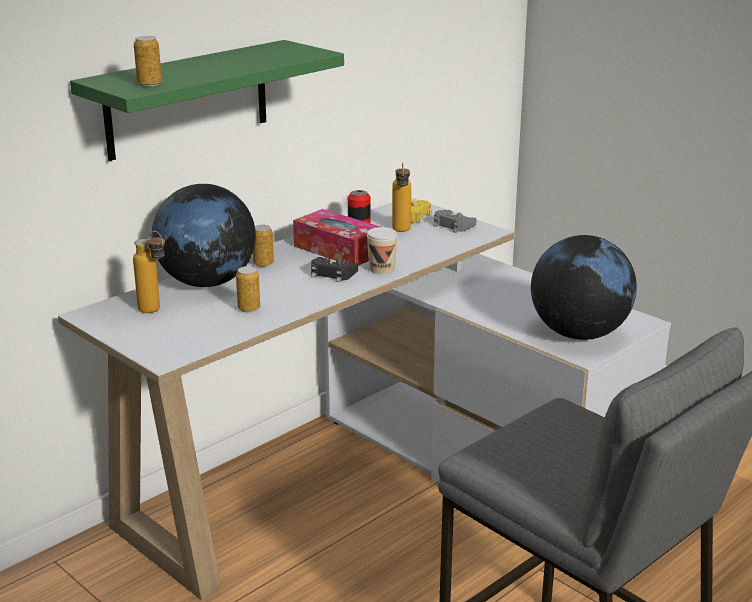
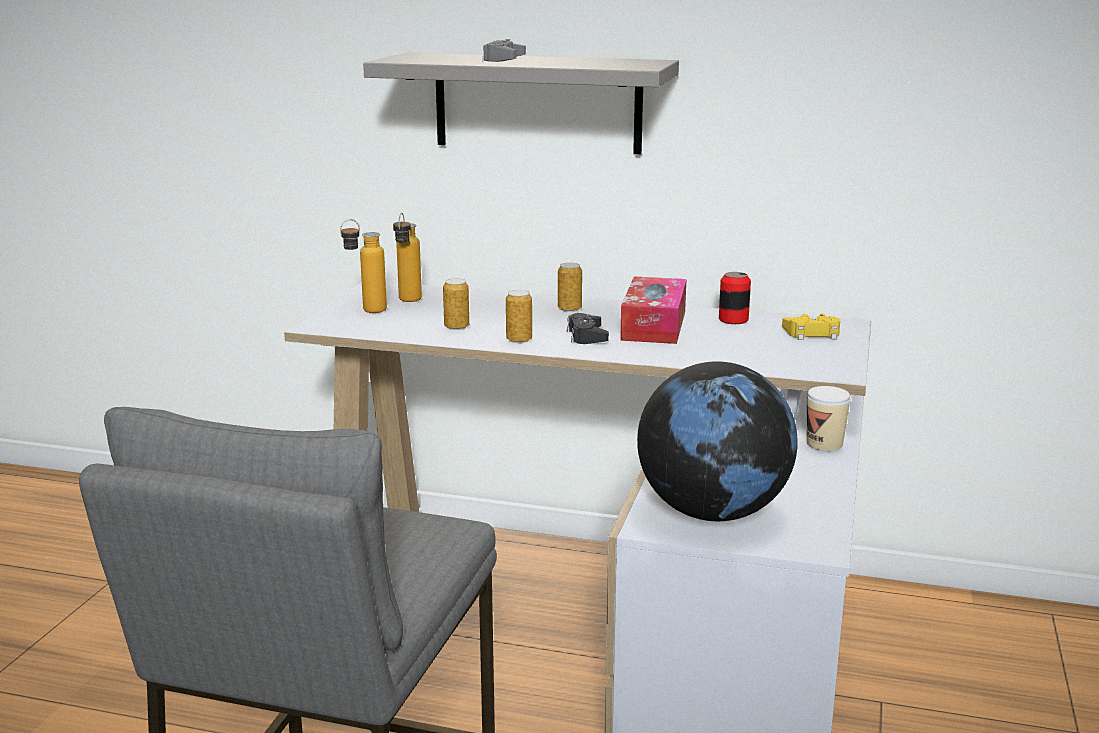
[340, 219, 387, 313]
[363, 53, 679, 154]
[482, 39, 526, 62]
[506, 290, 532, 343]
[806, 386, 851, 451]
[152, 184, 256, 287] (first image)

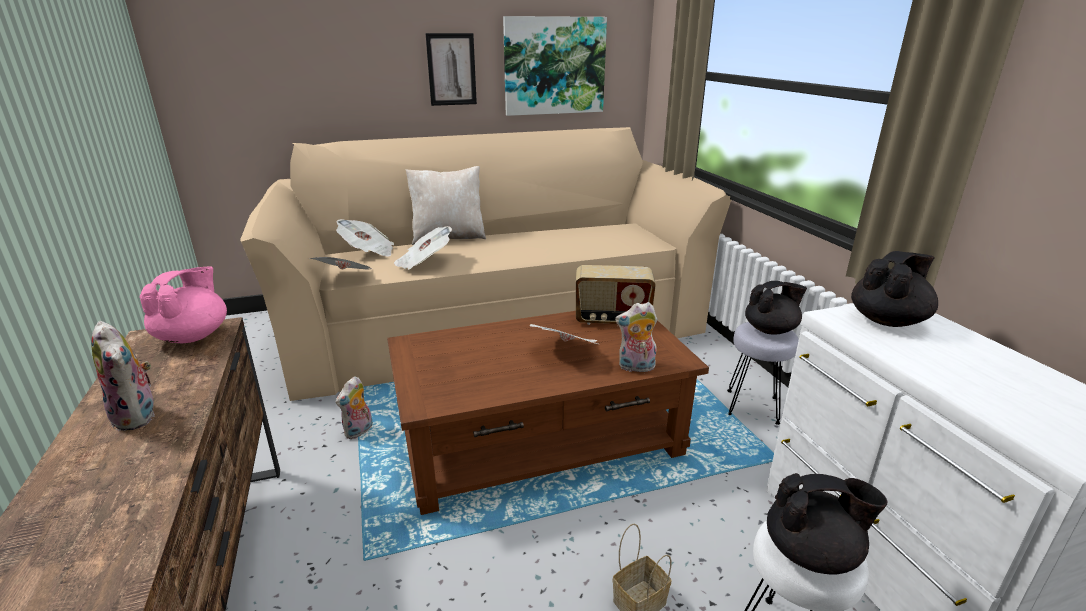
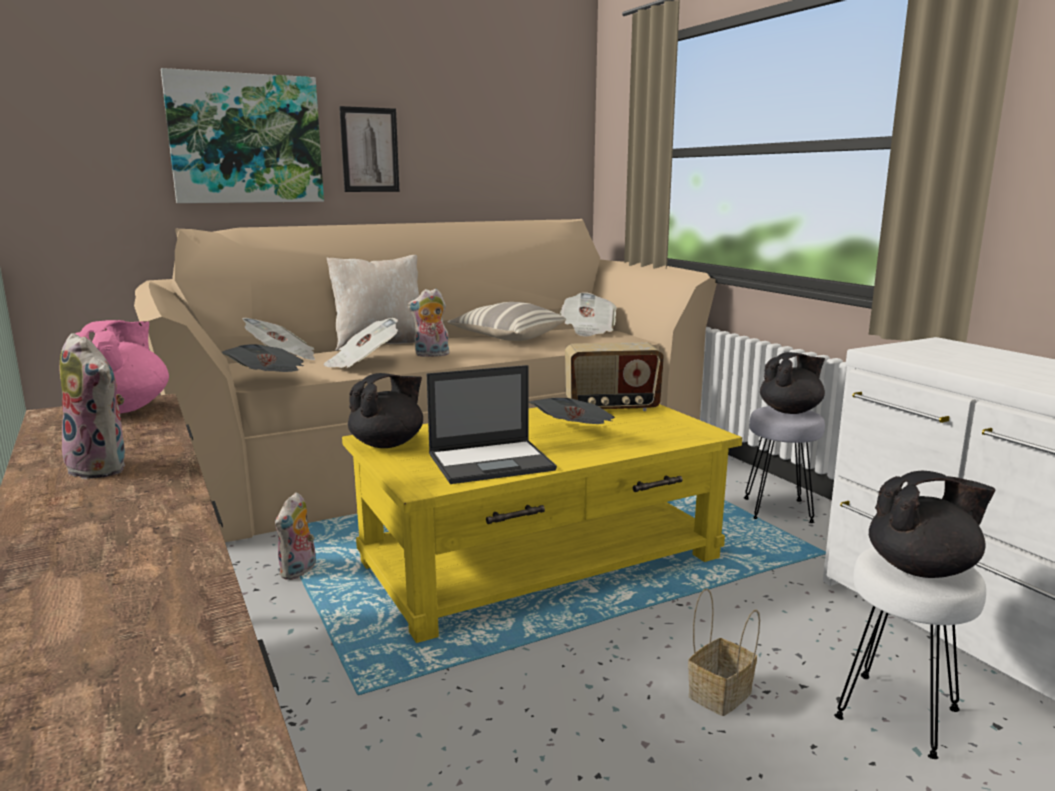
[161, 68, 324, 203]
[342, 404, 742, 643]
[348, 373, 423, 448]
[407, 289, 450, 357]
[427, 365, 557, 484]
[448, 302, 566, 341]
[560, 292, 617, 336]

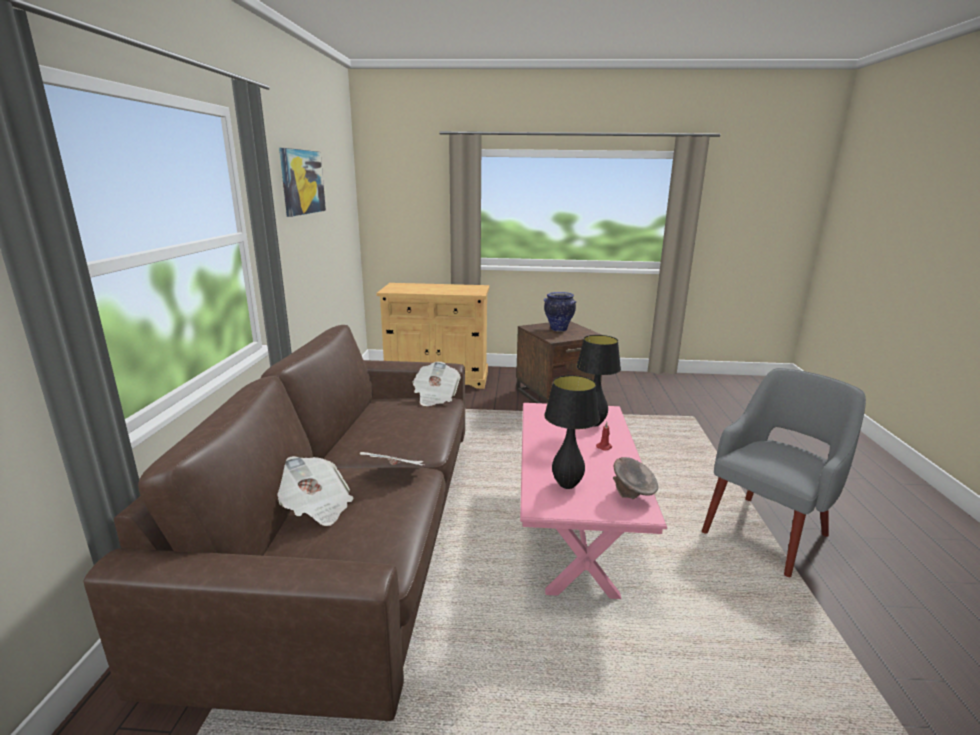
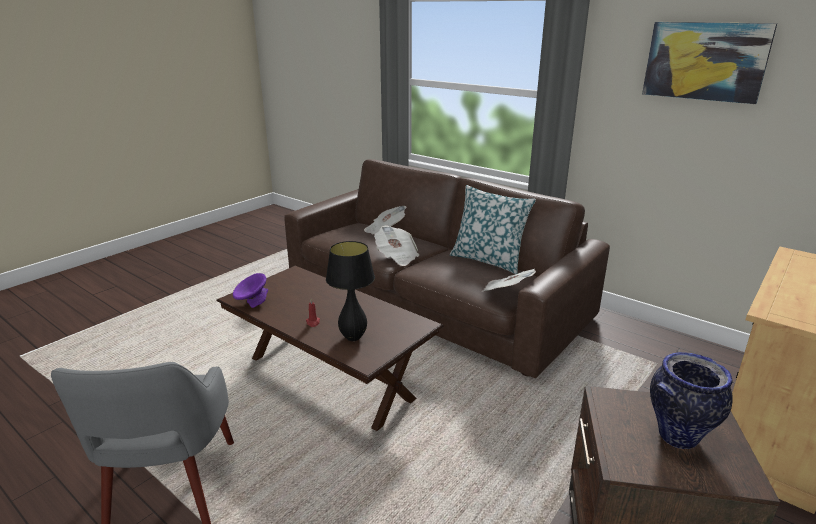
[217, 266, 443, 431]
[233, 273, 268, 308]
[450, 185, 536, 274]
[544, 375, 600, 489] (first image)

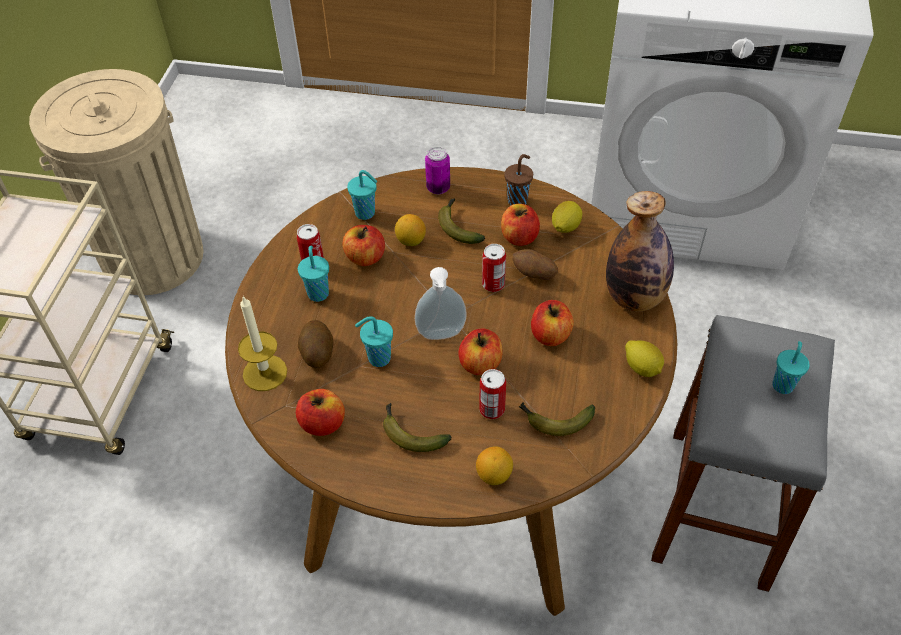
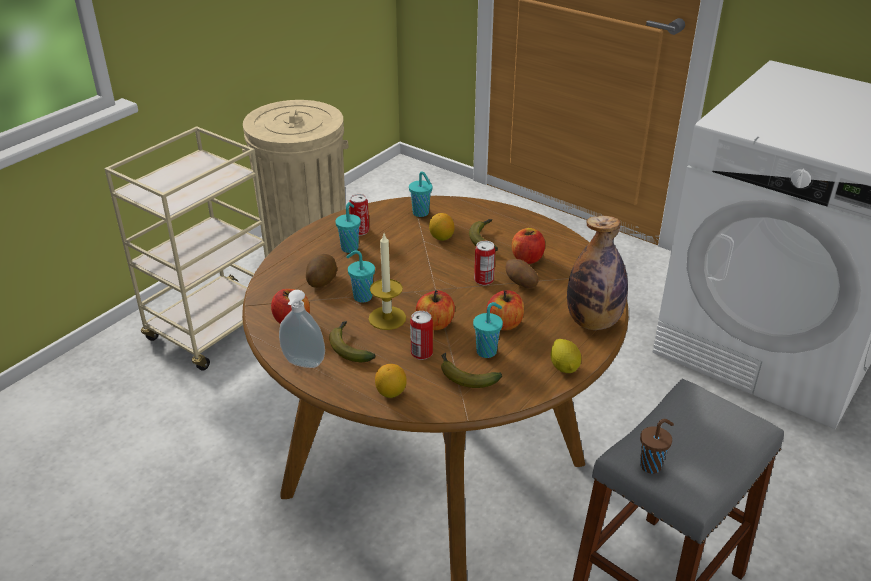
[279, 290, 325, 368]
[369, 234, 406, 330]
[473, 302, 503, 358]
[640, 419, 674, 474]
[342, 225, 385, 266] (first image)
[425, 147, 450, 194] (first image)
[552, 201, 582, 233] (first image)

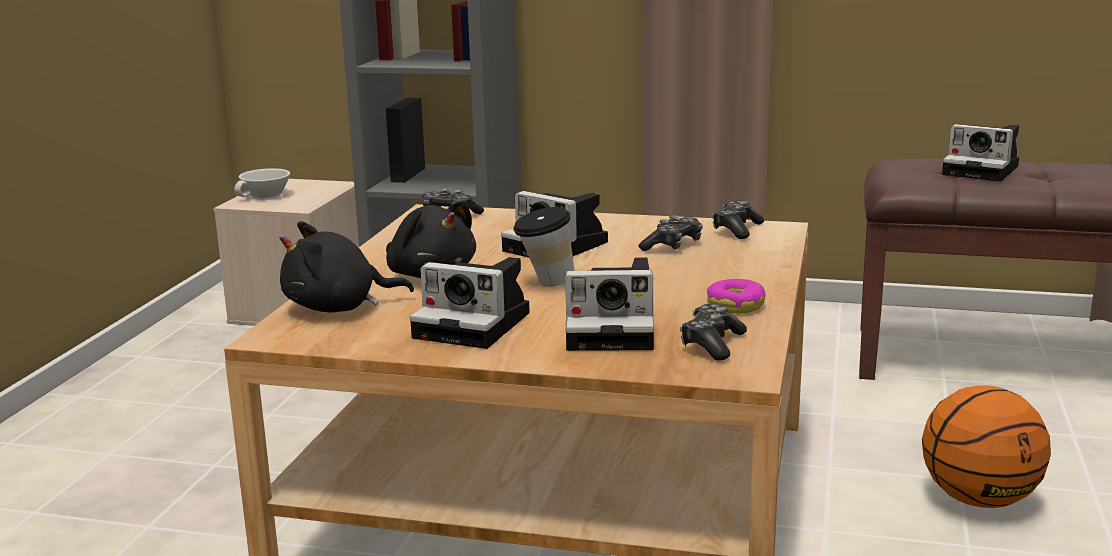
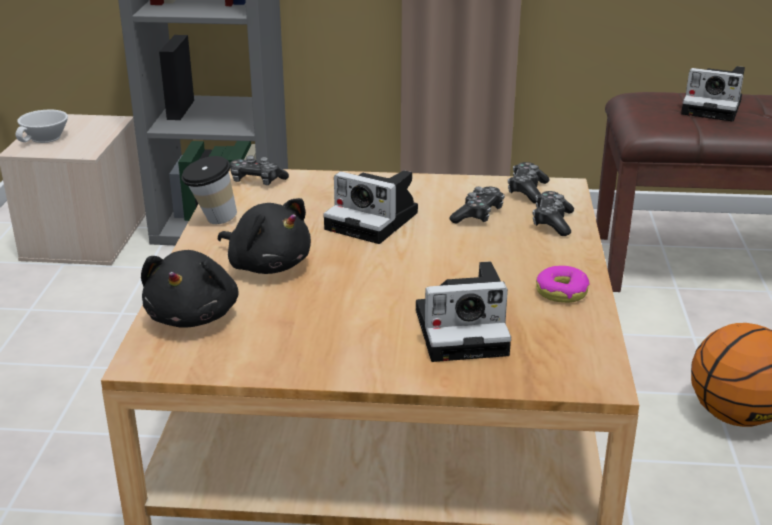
[141, 250, 239, 328]
[181, 156, 237, 224]
[533, 191, 574, 236]
[410, 257, 530, 349] (first image)

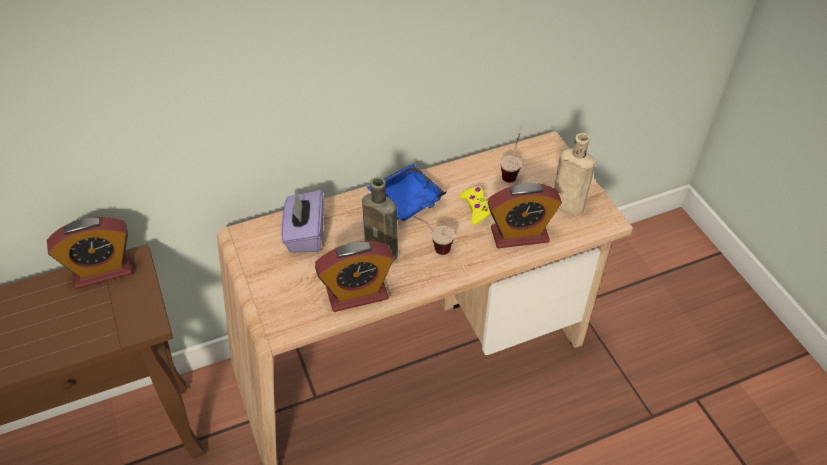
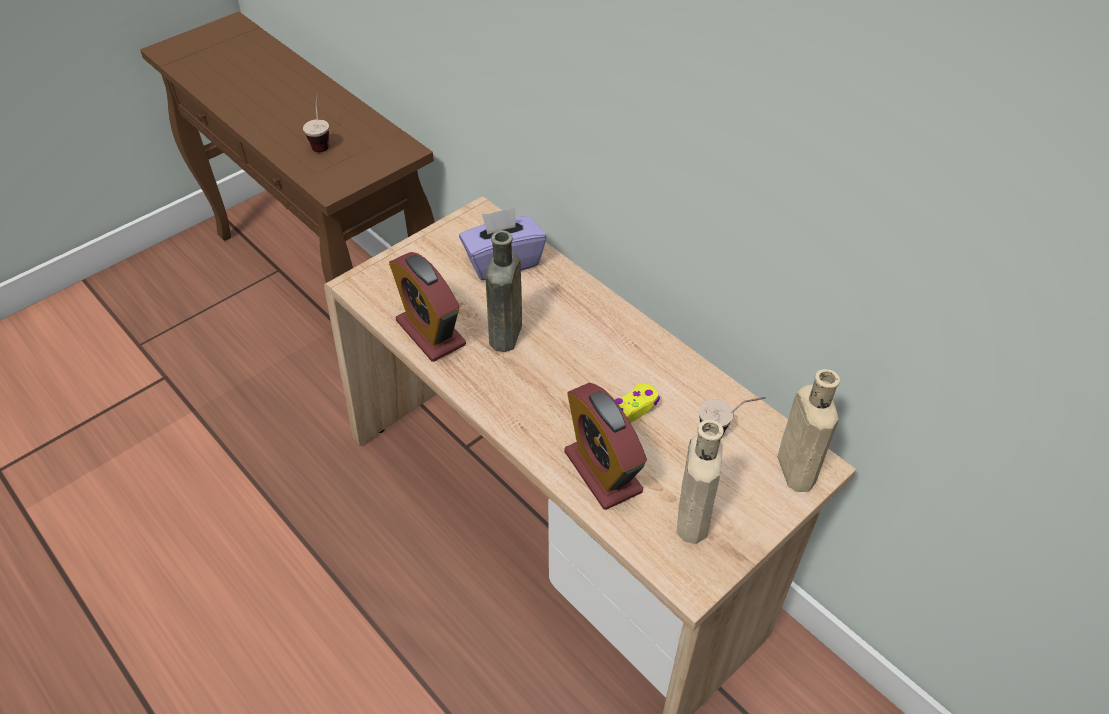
[303, 92, 329, 152]
[778, 369, 840, 492]
[47, 217, 133, 290] (first image)
[367, 164, 446, 222] (first image)

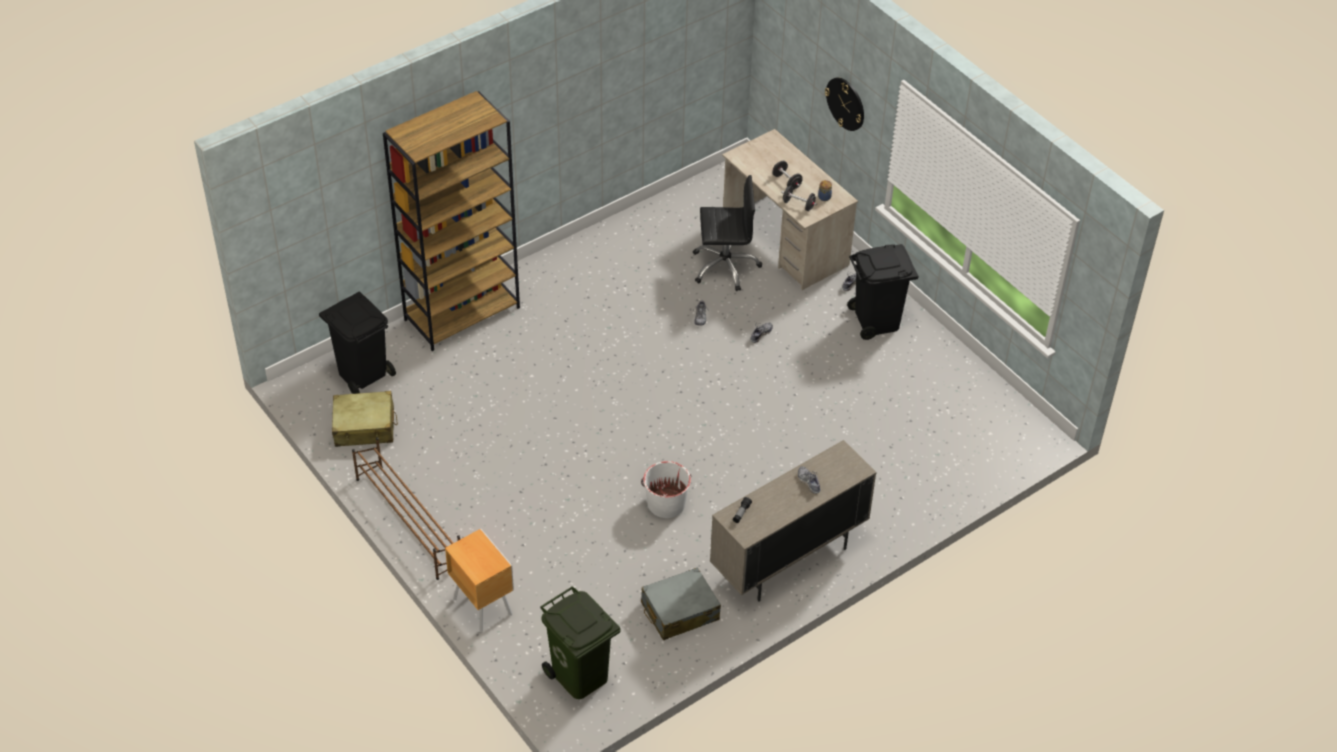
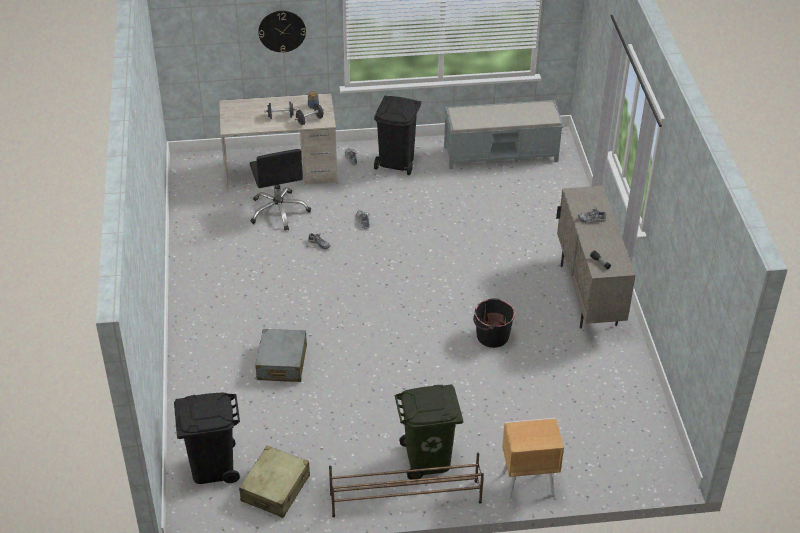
[249, 149, 311, 231]
[255, 329, 307, 382]
[394, 384, 464, 480]
[444, 100, 563, 169]
[473, 298, 515, 348]
[383, 91, 520, 351] (first image)

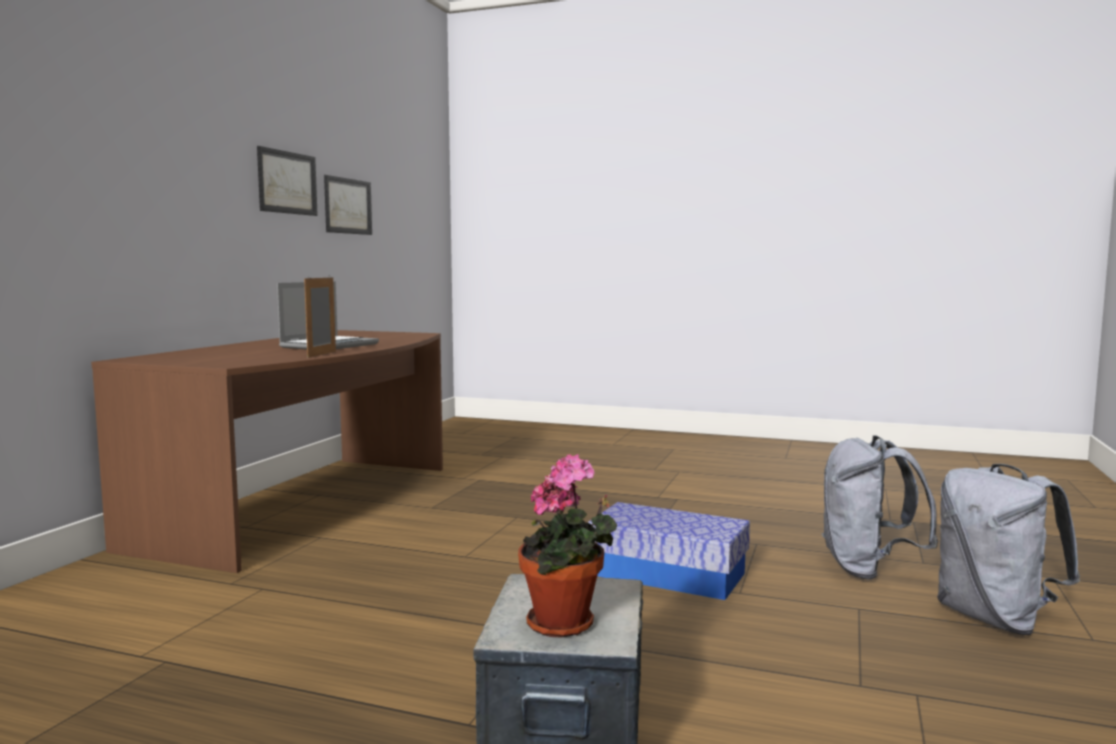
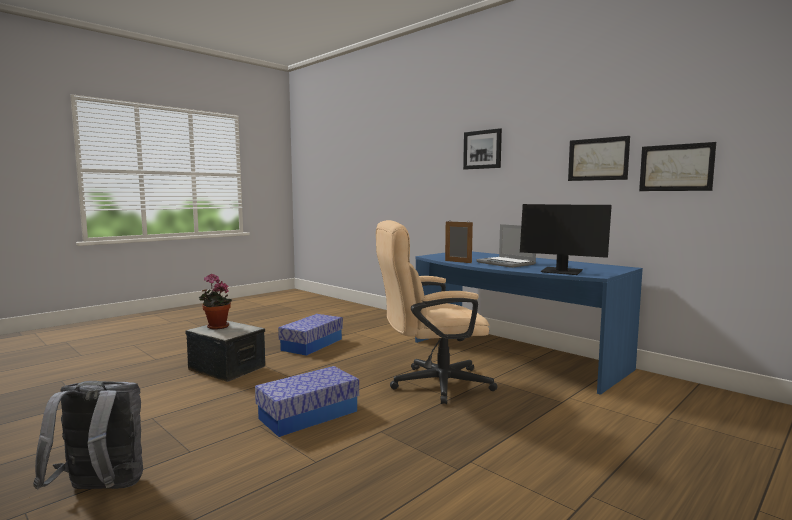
[278, 314, 343, 356]
[376, 220, 498, 404]
[415, 252, 643, 395]
[463, 128, 502, 169]
[520, 204, 612, 275]
[821, 436, 938, 580] (first image)

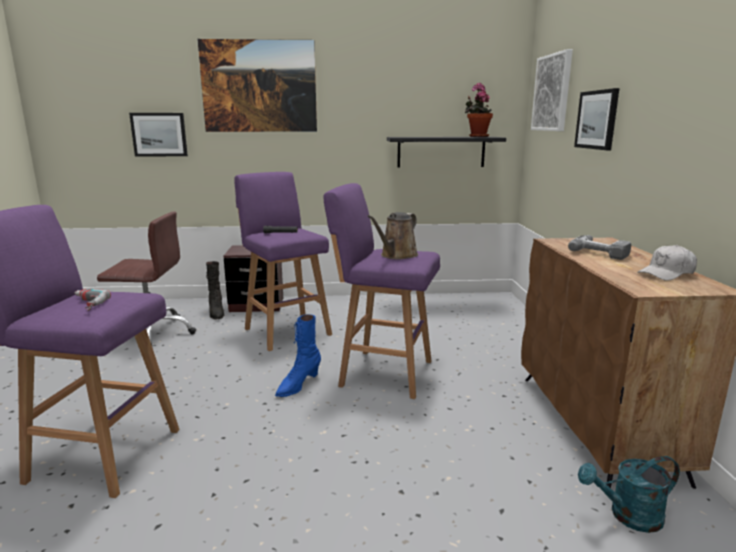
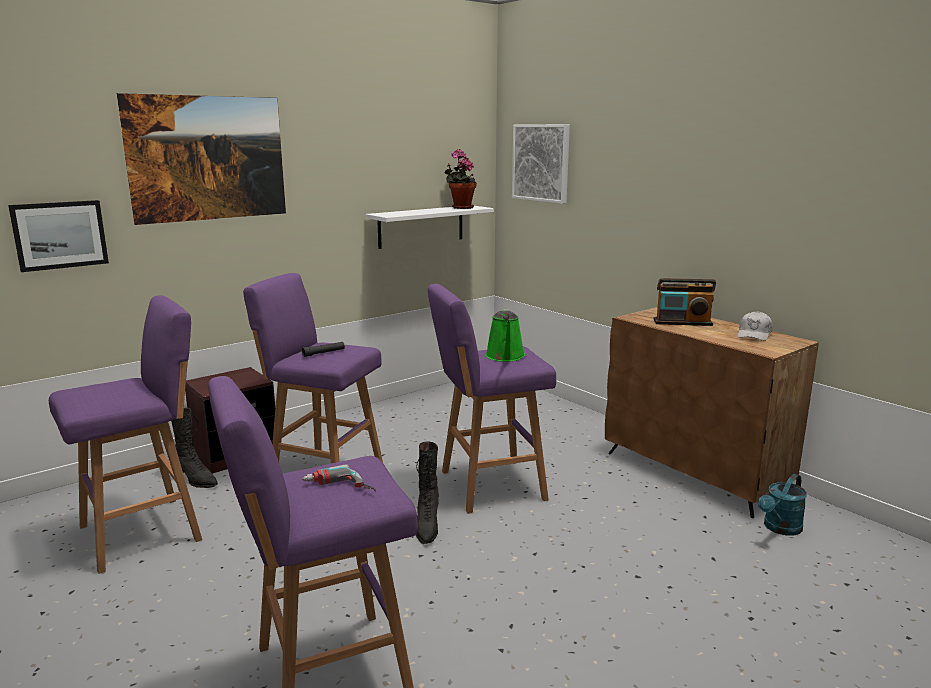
[49, 295, 202, 574]
[366, 206, 494, 249]
[416, 442, 439, 544]
[486, 310, 525, 362]
[653, 278, 716, 326]
[574, 88, 619, 150] (first image)

